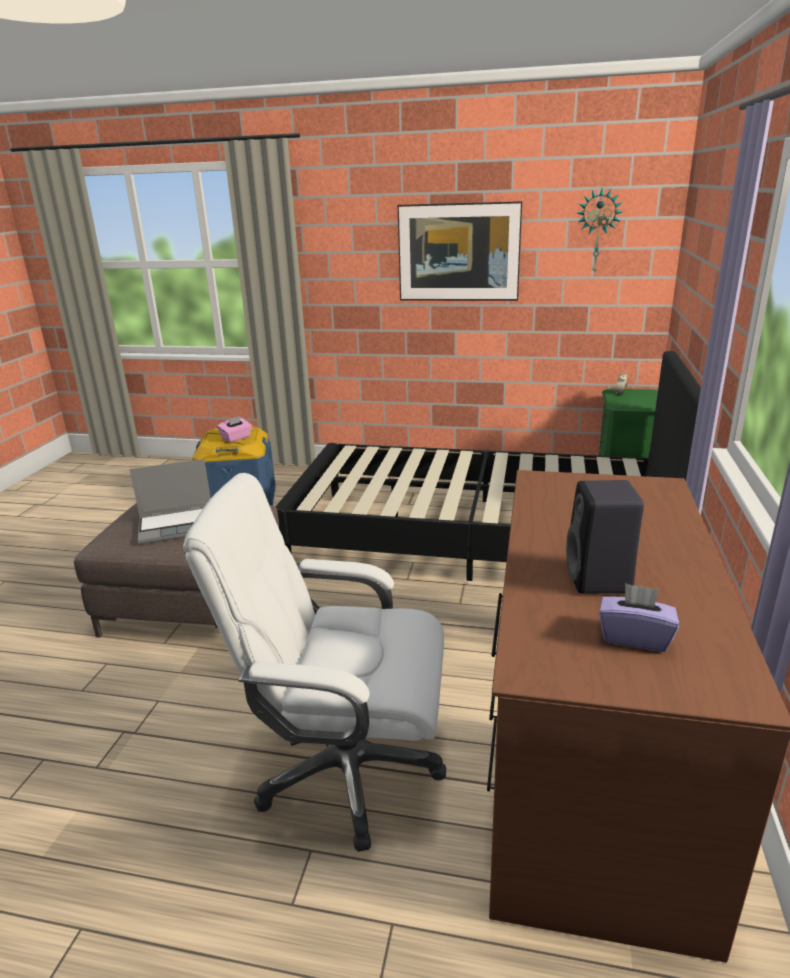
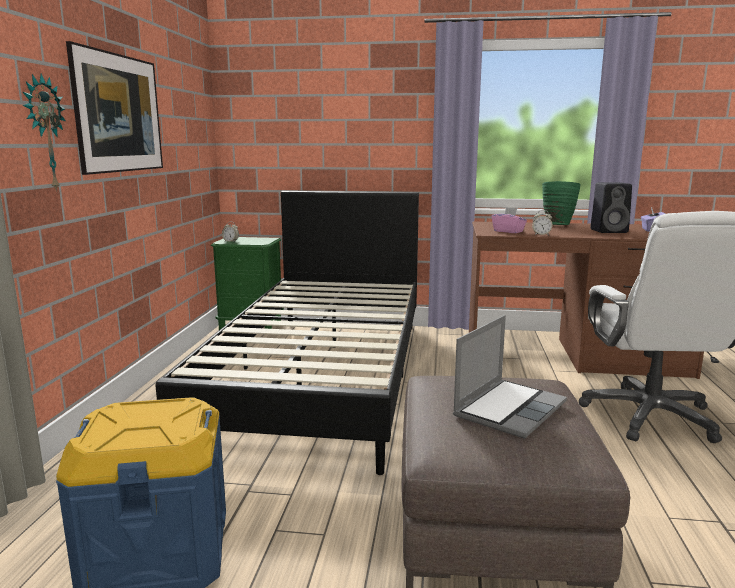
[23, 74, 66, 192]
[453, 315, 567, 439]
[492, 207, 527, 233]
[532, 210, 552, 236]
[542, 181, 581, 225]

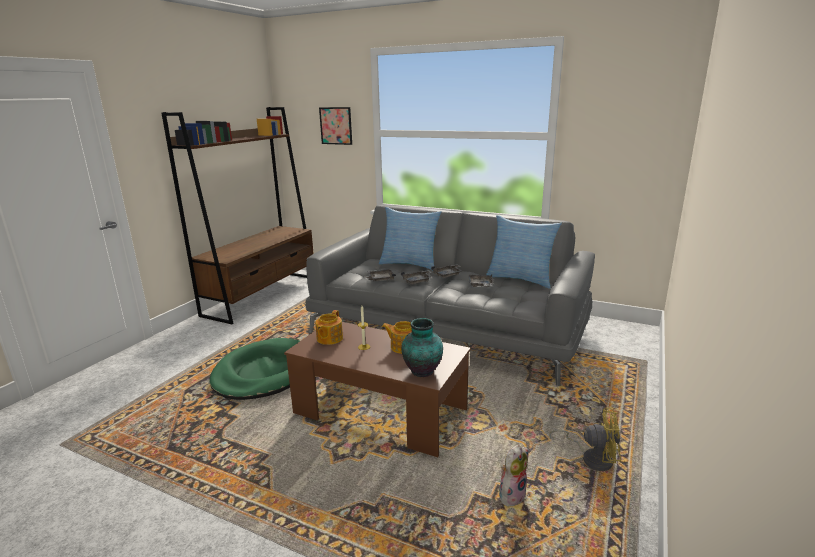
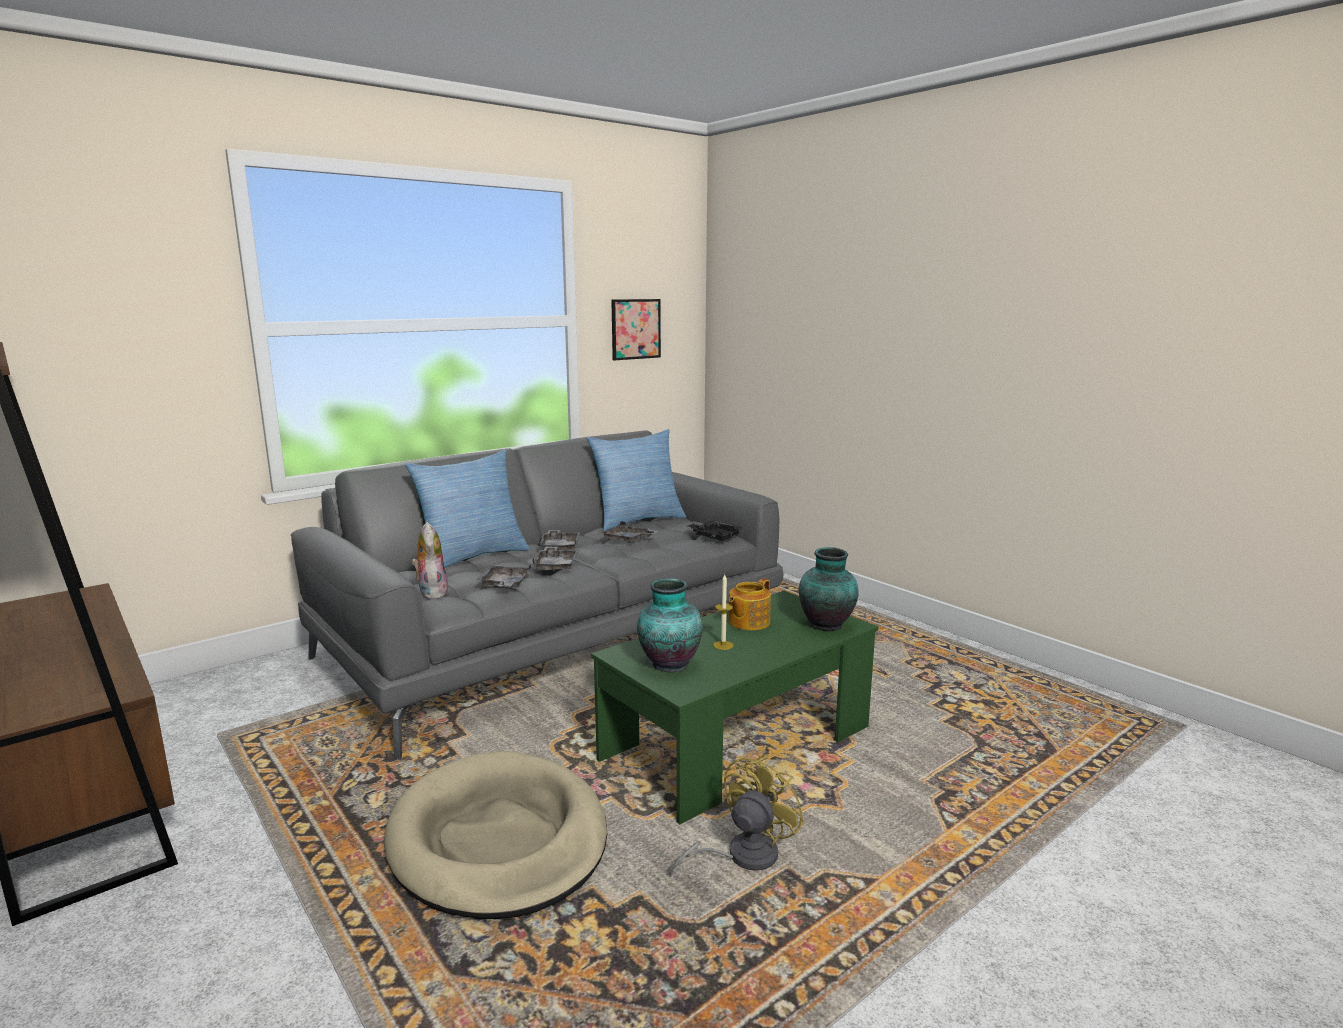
[384, 751, 607, 919]
[412, 522, 449, 599]
[591, 591, 878, 824]
[611, 299, 661, 360]
[637, 578, 703, 673]
[669, 755, 805, 877]
[687, 520, 742, 541]

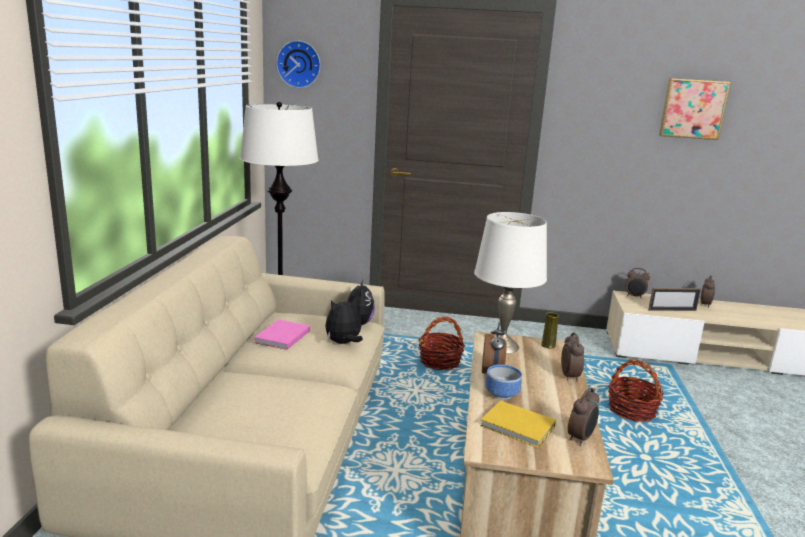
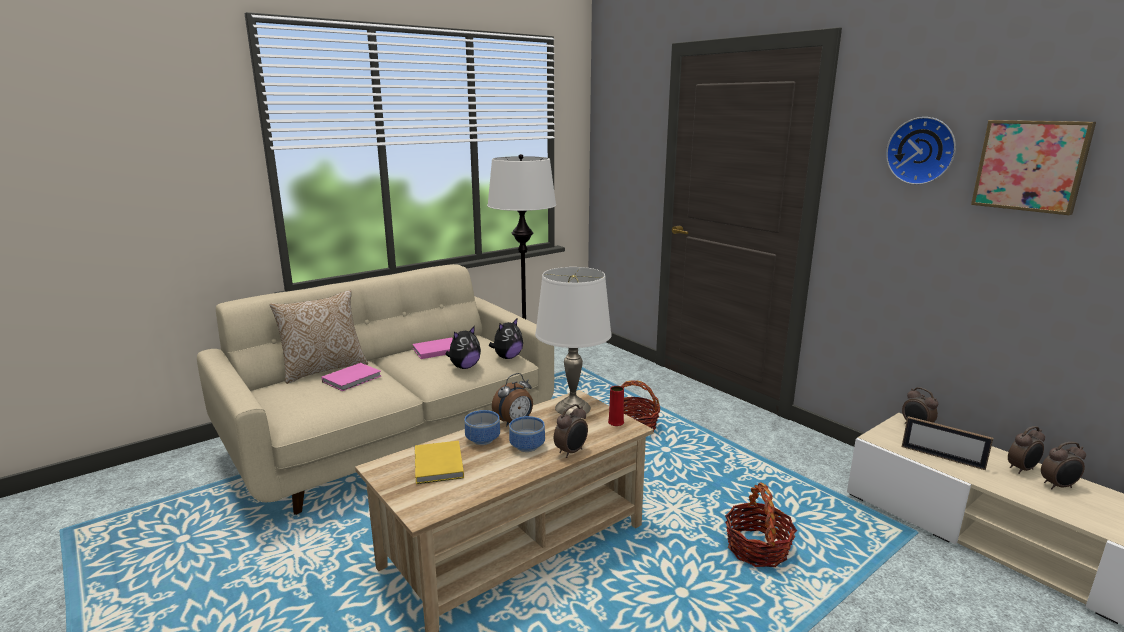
[269, 290, 368, 384]
[322, 363, 381, 391]
[445, 326, 481, 369]
[509, 416, 545, 452]
[608, 386, 624, 426]
[886, 117, 956, 185]
[1041, 442, 1086, 489]

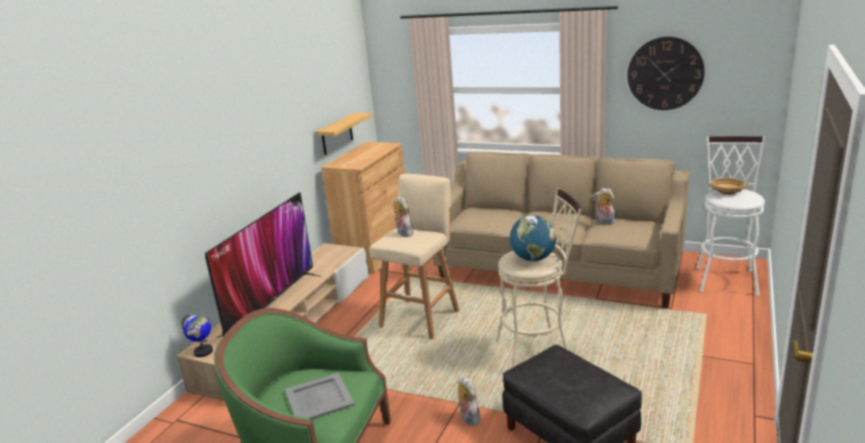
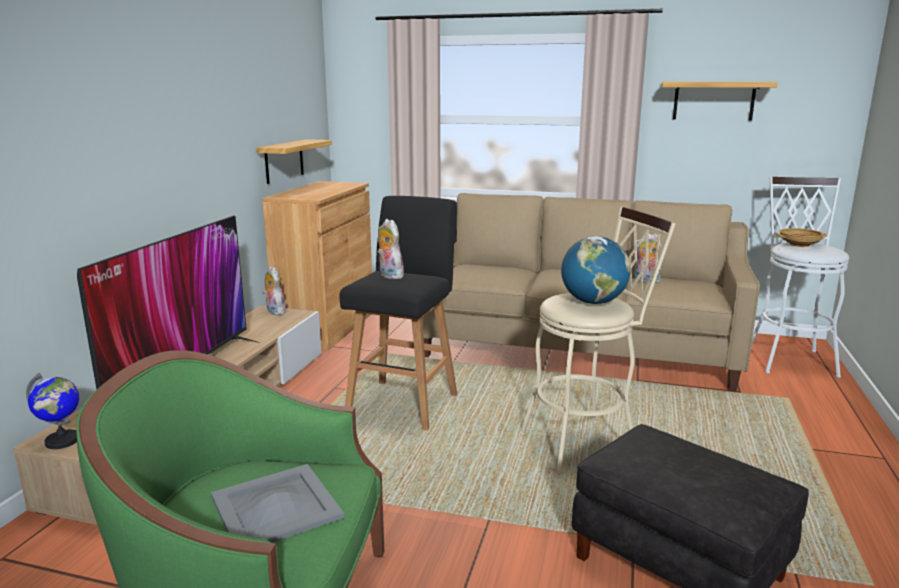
[263, 266, 286, 315]
[339, 196, 457, 430]
[662, 82, 778, 121]

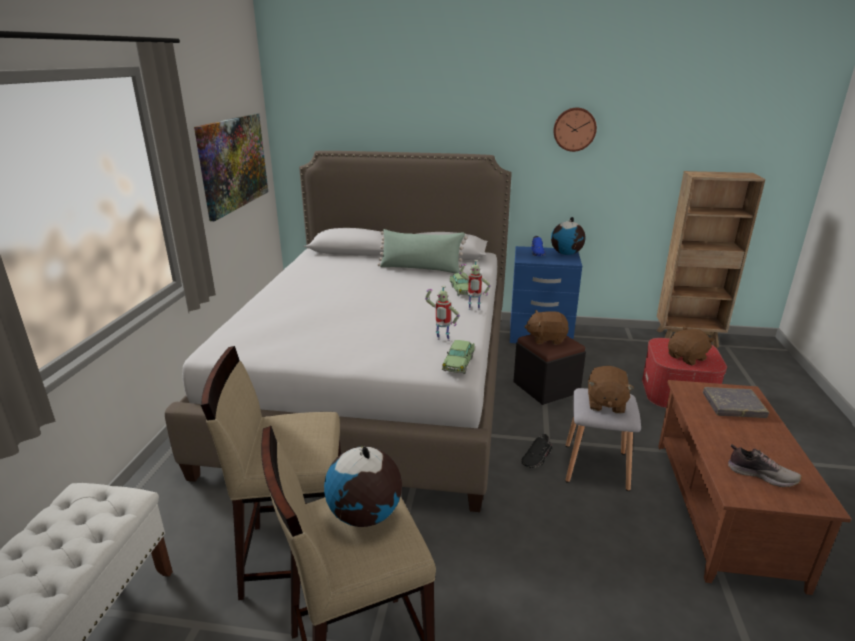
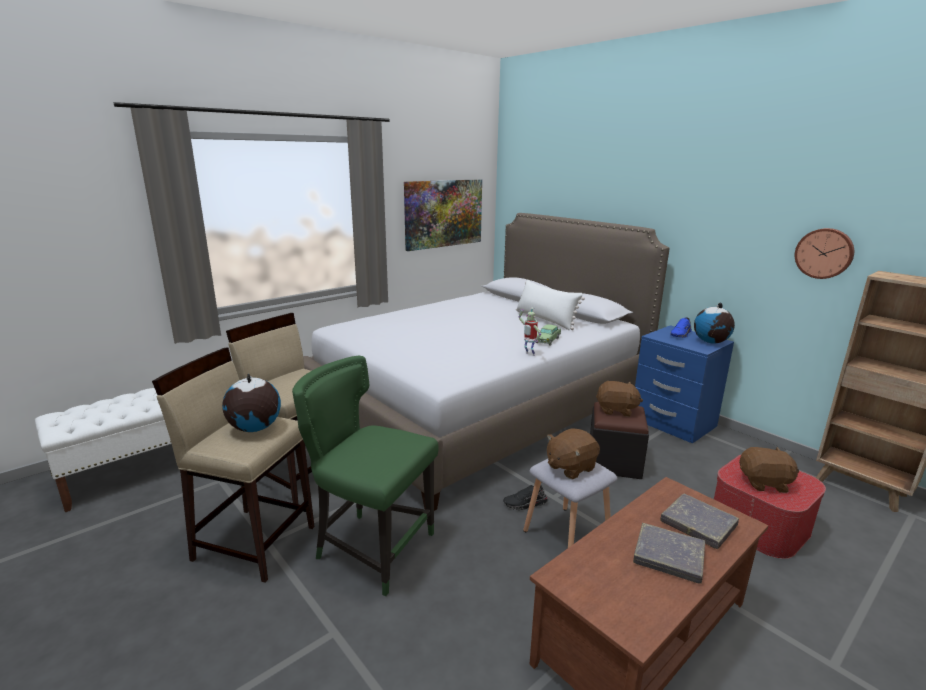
[292, 356, 439, 596]
[516, 280, 585, 330]
[596, 381, 643, 417]
[633, 523, 705, 584]
[795, 228, 854, 279]
[425, 285, 460, 341] (first image)
[442, 340, 475, 374] (first image)
[728, 444, 802, 487] (first image)

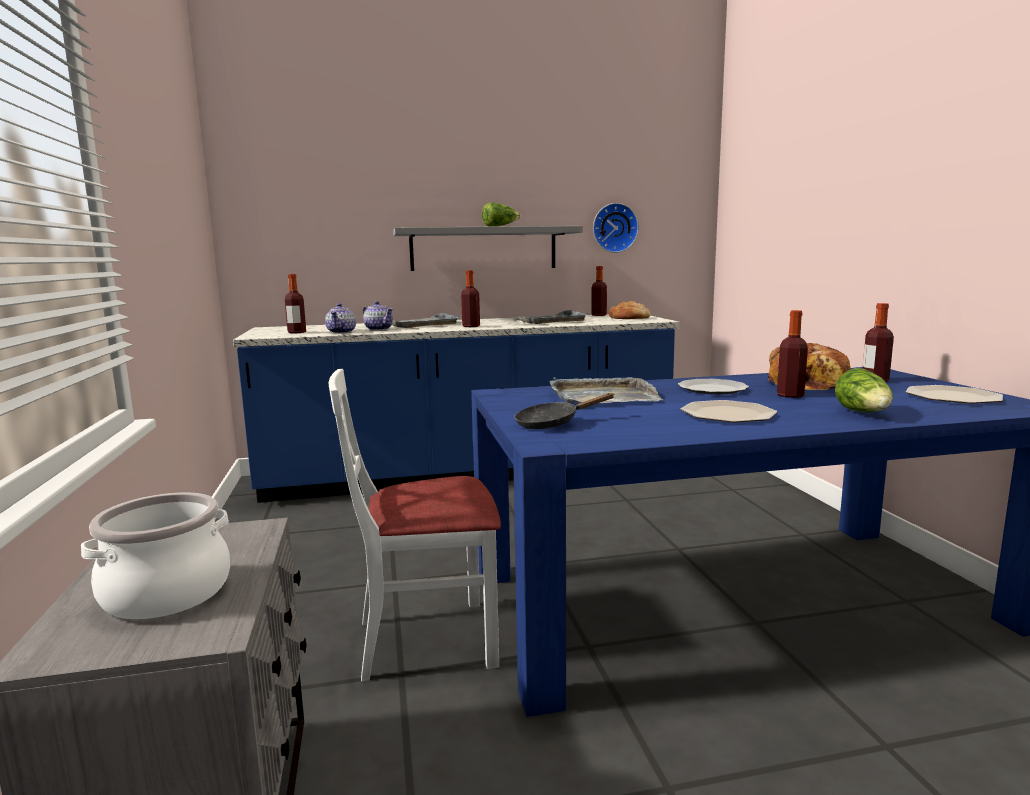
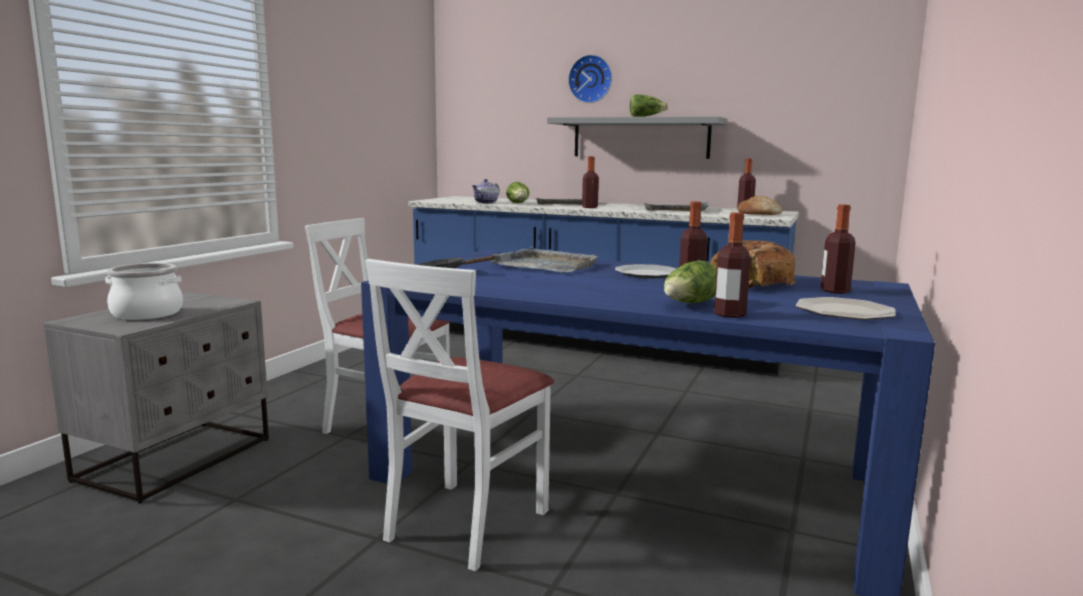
[365, 259, 554, 571]
[506, 182, 529, 203]
[568, 54, 612, 103]
[714, 212, 751, 318]
[681, 400, 777, 422] (first image)

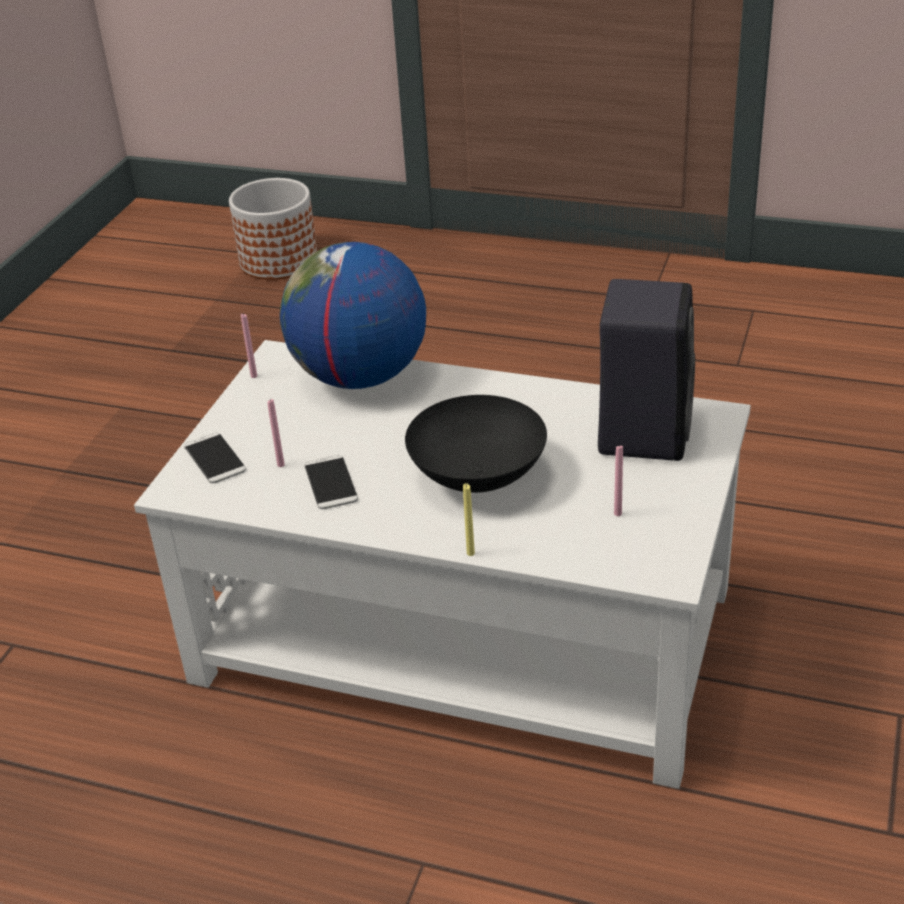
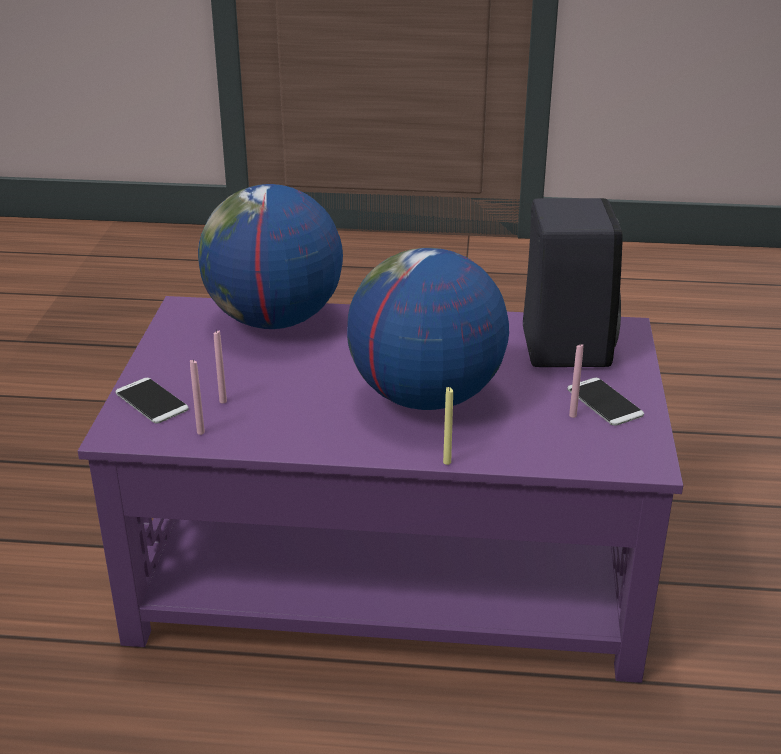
[78, 296, 683, 683]
[190, 360, 205, 435]
[347, 248, 509, 410]
[567, 378, 644, 426]
[229, 178, 317, 280] (first image)

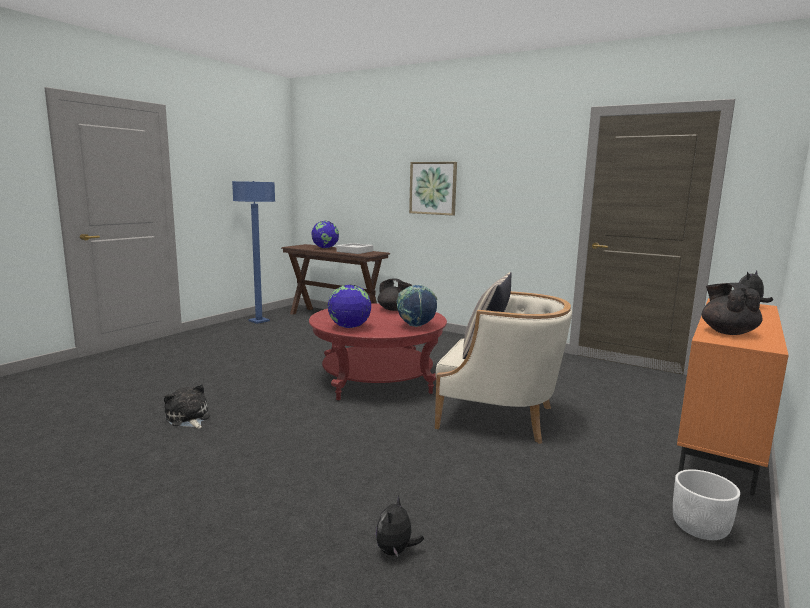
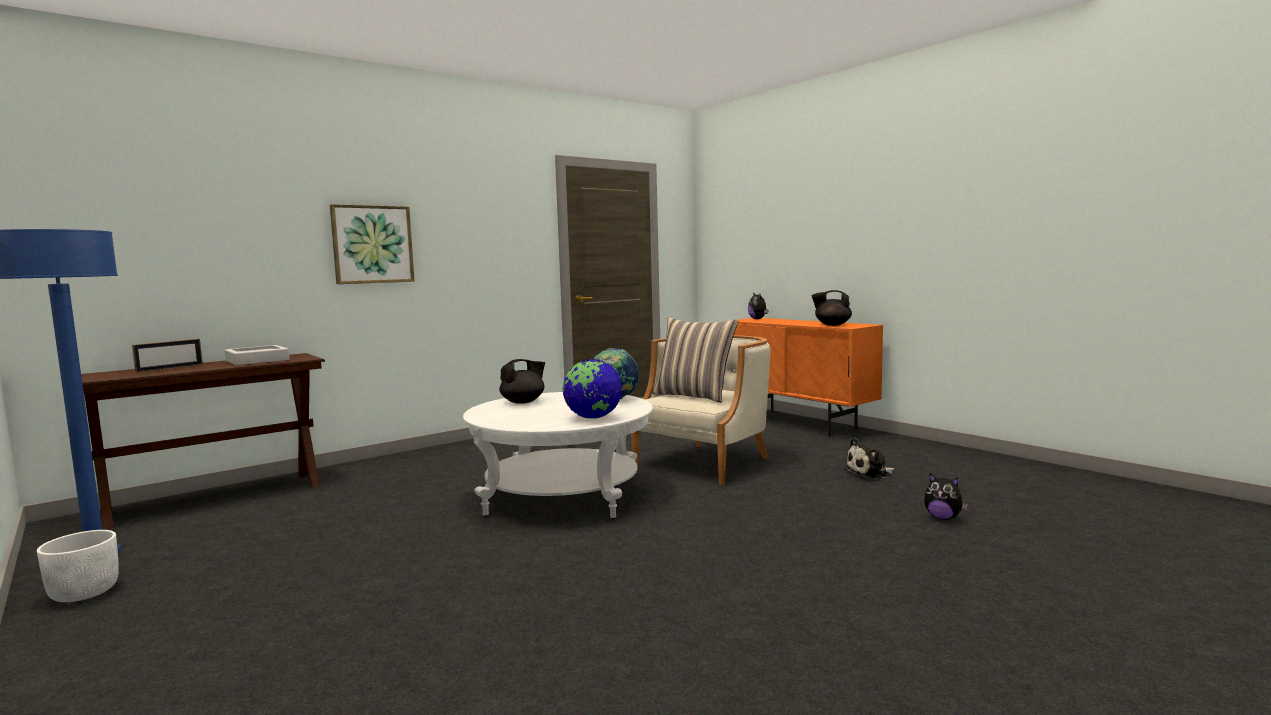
[37, 530, 119, 602]
[132, 339, 203, 373]
[463, 392, 653, 518]
[844, 437, 895, 479]

